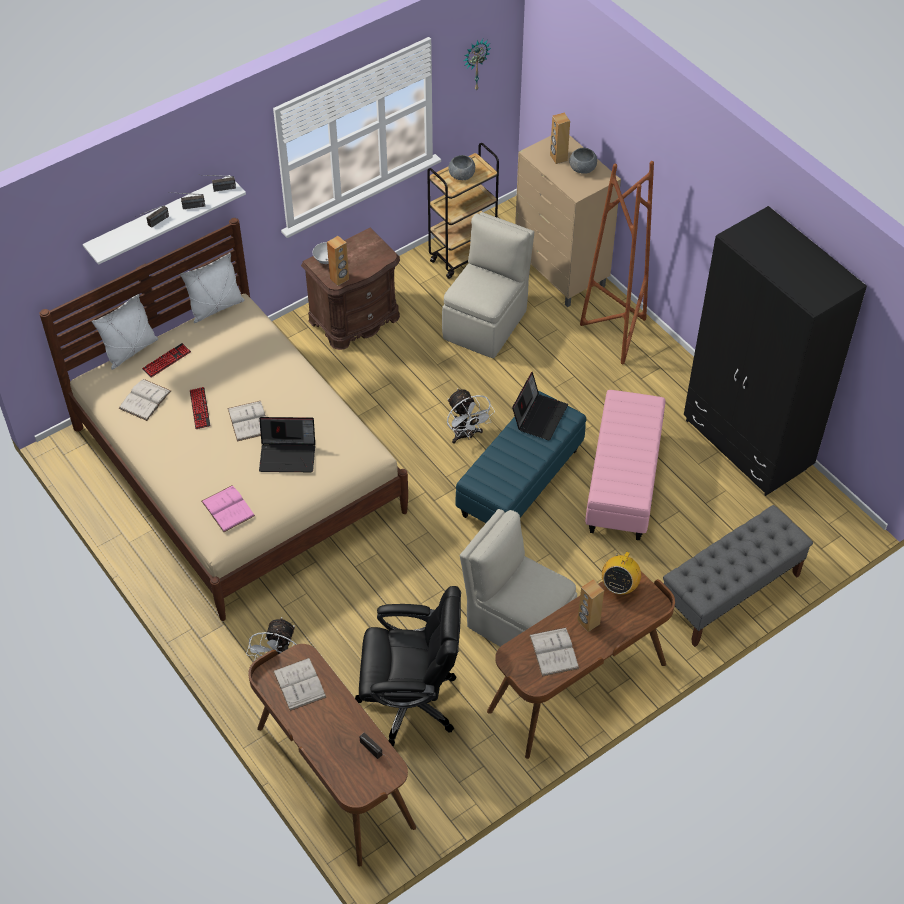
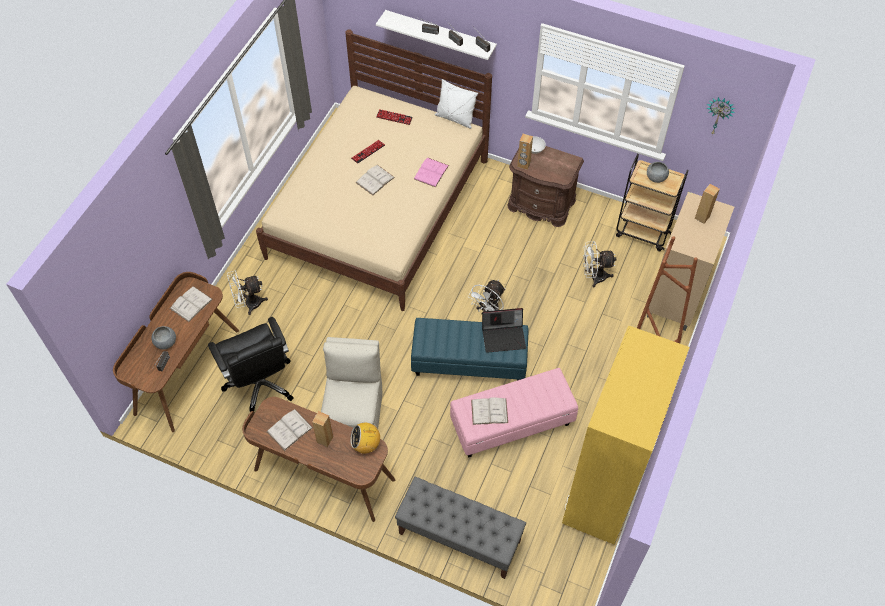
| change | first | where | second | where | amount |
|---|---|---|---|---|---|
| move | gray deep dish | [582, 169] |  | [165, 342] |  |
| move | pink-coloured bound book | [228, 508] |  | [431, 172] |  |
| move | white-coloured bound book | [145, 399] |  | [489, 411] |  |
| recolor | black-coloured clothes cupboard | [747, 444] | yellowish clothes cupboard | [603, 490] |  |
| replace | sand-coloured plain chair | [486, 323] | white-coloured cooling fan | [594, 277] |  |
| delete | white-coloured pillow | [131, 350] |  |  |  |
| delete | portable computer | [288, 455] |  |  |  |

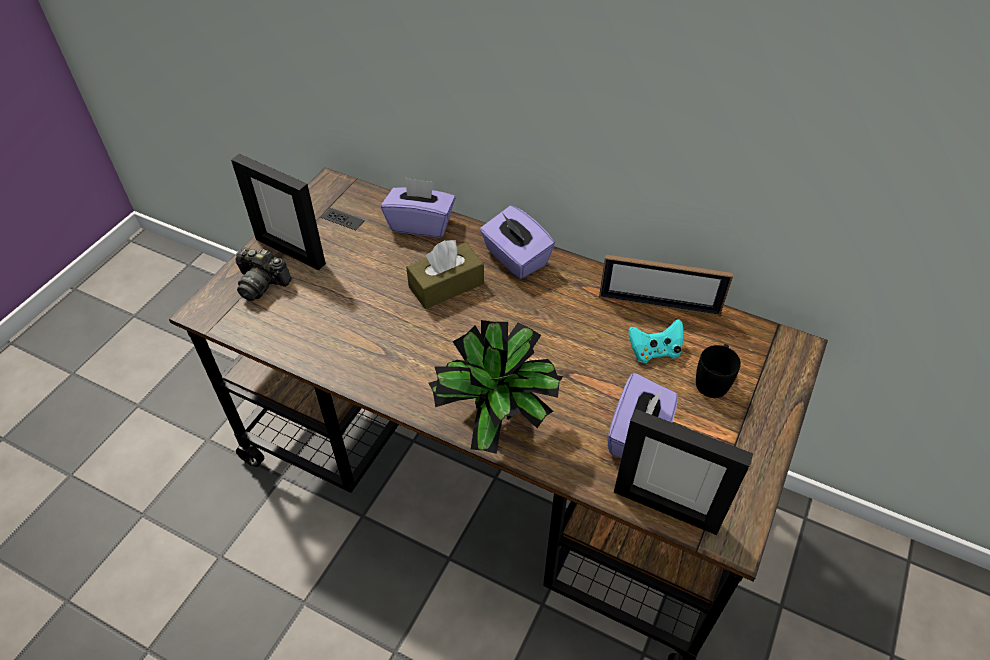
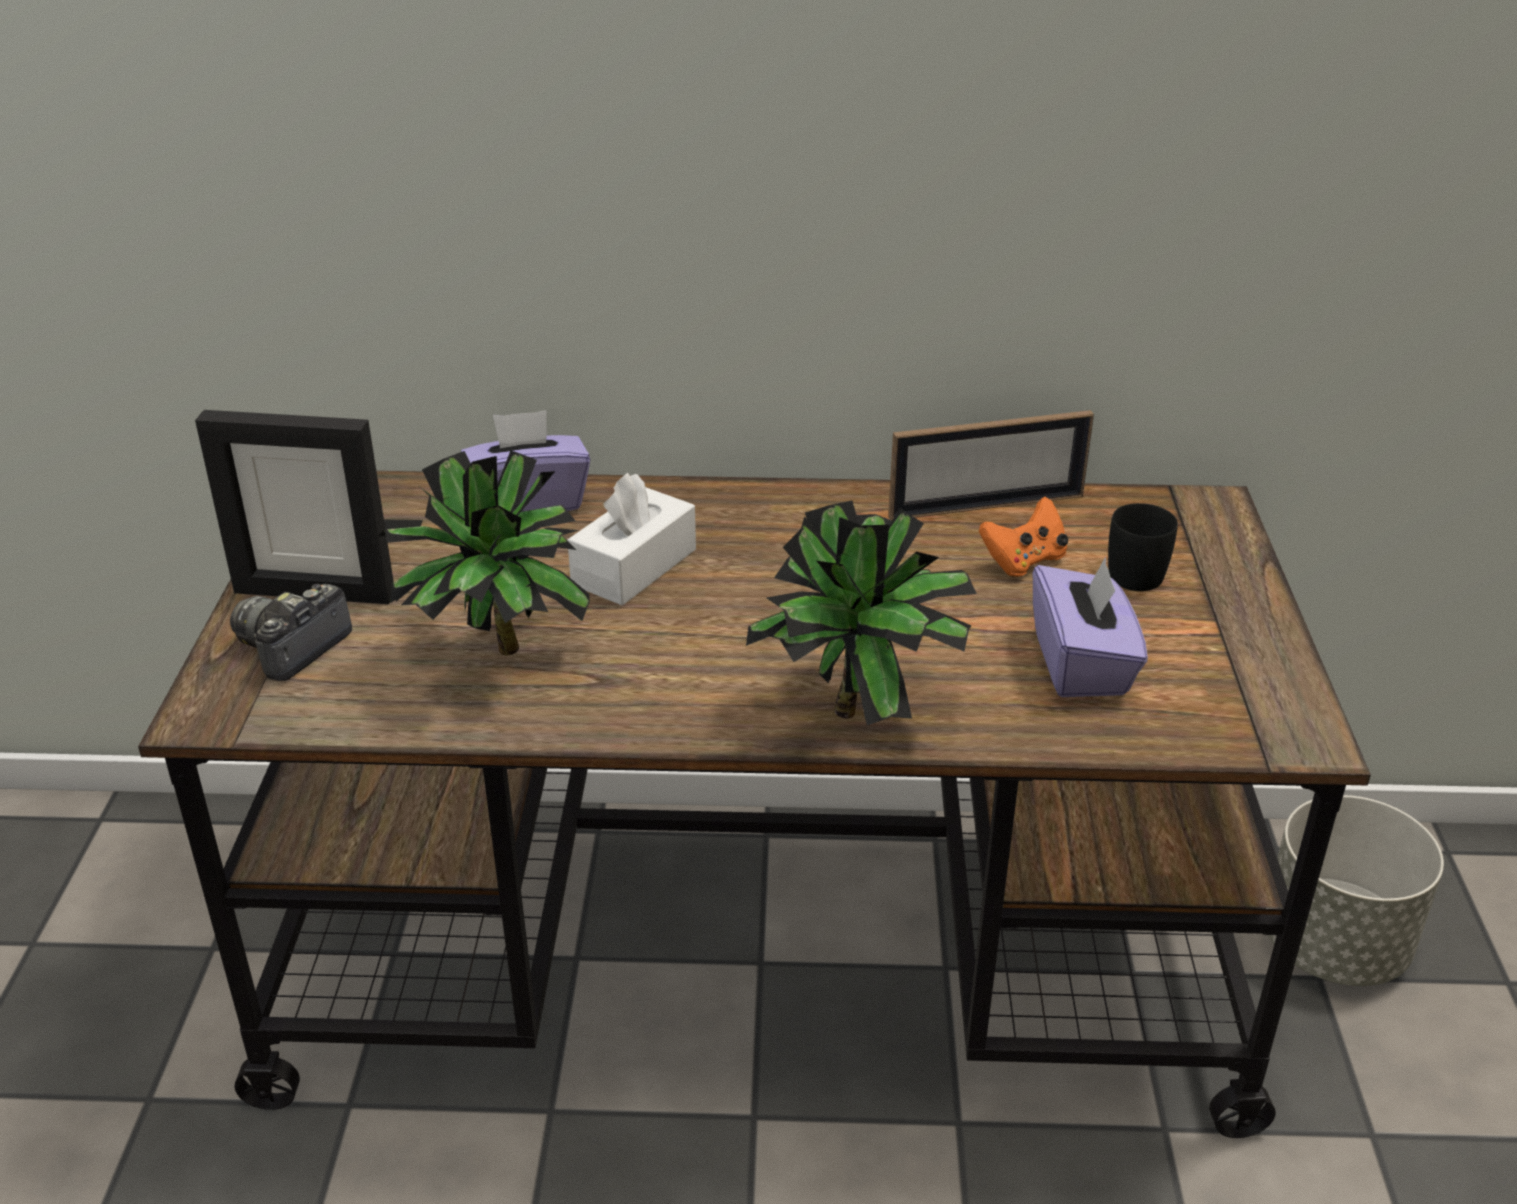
| change | first | where | second | where | amount |
|---|---|---|---|---|---|
| rotate | photo camera | [262, 283] |  | [292, 648] | 120 degrees clockwise |
| insert |  |  | houseplant | [497, 657] |  |
| recolor | brown-coloured tissue box | [446, 285] | white-coloured tissue box | [634, 567] |  |
| recolor | turquoise-coloured gamepad | [654, 351] | orange-coloured gamepad | [1024, 561] |  |
| insert |  |  | gray planter | [1334, 946] |  |
| delete | purple-coloured tissue box | [515, 258] |  |  |  |
| delete | standing frame | [667, 505] |  |  |  |

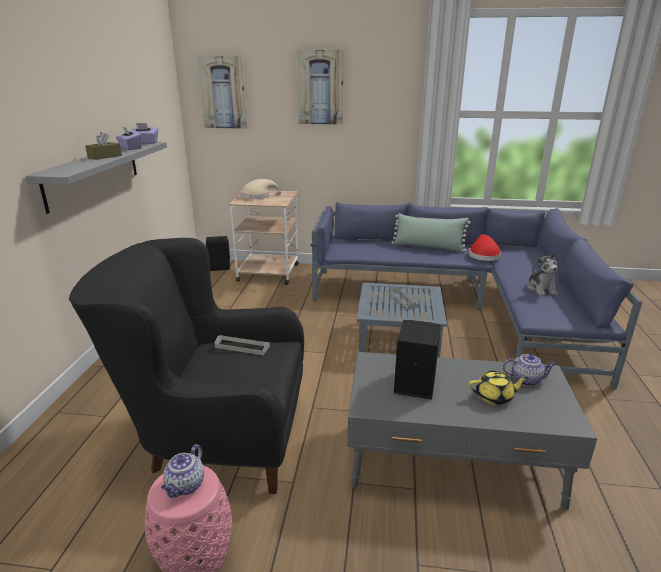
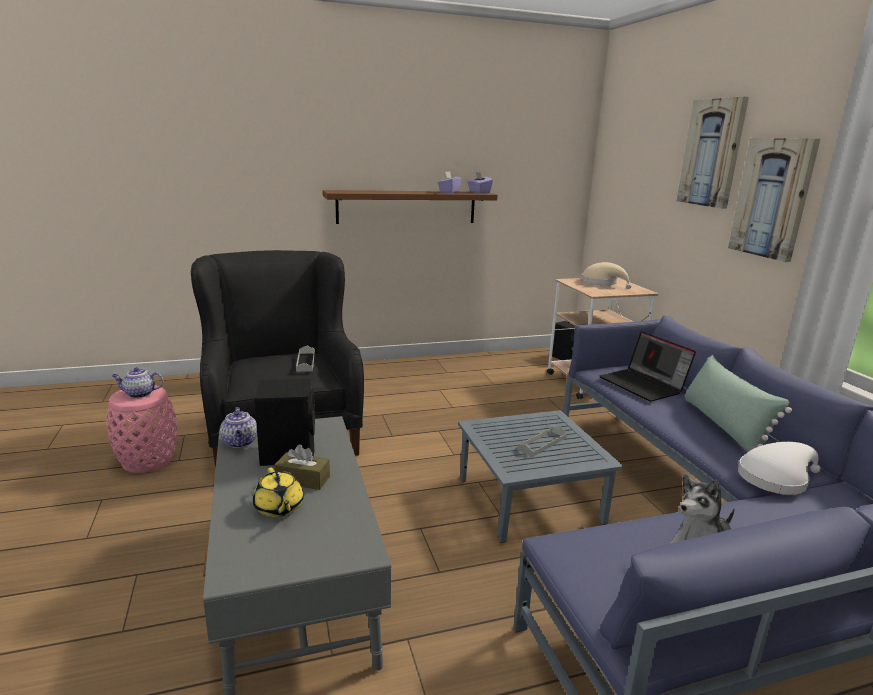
| change | first | where | second | where | amount |
|---|---|---|---|---|---|
| move | pot for tea | [526, 379] |  | [240, 442] |  |
| move | brown-coloured tissue box | [105, 157] |  | [303, 479] |  |
| recolor | gray bracket shelf | [94, 173] | brown-coloured bracket shelf | [407, 207] |  |
| insert |  |  | portable computer | [643, 385] |  |
| move | picture | [223, 93] |  | [772, 198] |  |
| recolor | red-coloured clothing hat | [483, 255] | white-coloured clothing hat | [775, 478] |  |

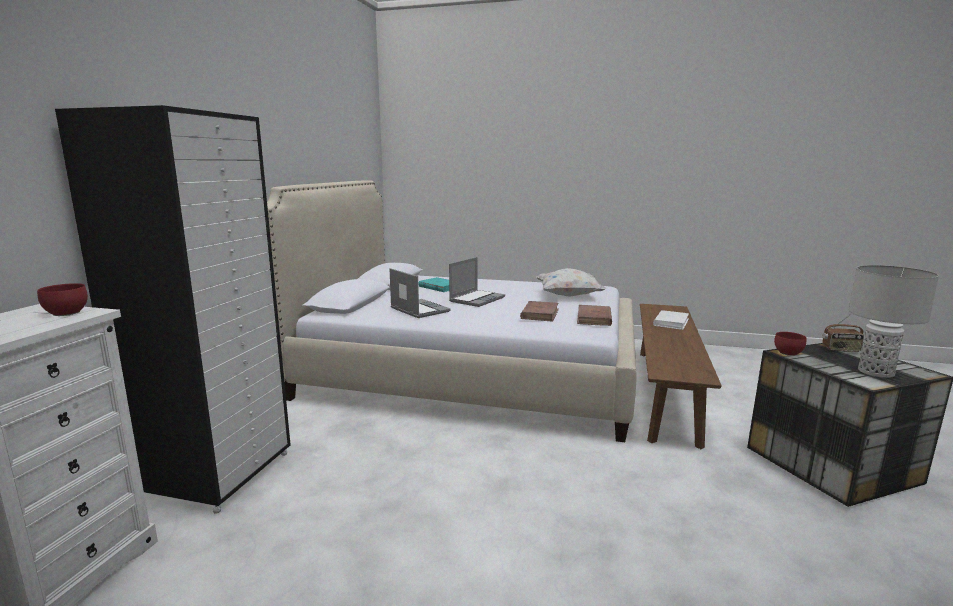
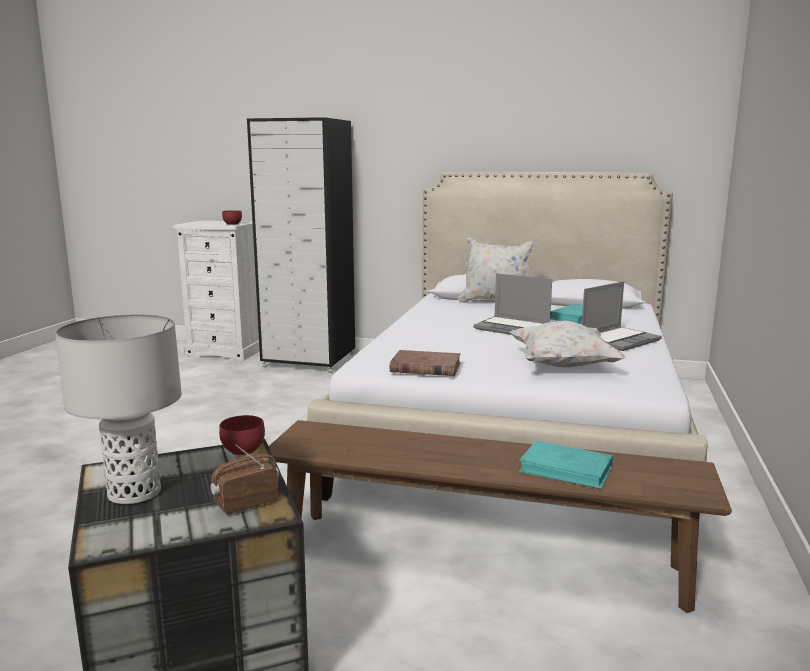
| change | first | where | second | where | amount |
|---|---|---|---|---|---|
| rotate | radio receiver | [841, 349] |  | [246, 503] | 45 degrees clockwise |
| insert |  |  | white-coloured pillow | [494, 304] |  |
| recolor | white-coloured bound book | [671, 322] | turquoise-coloured bound book | [566, 469] |  |
| move | portable computer | [418, 310] |  | [620, 340] |  |
| delete | brown-coloured bound book | [540, 314] |  |  |  |

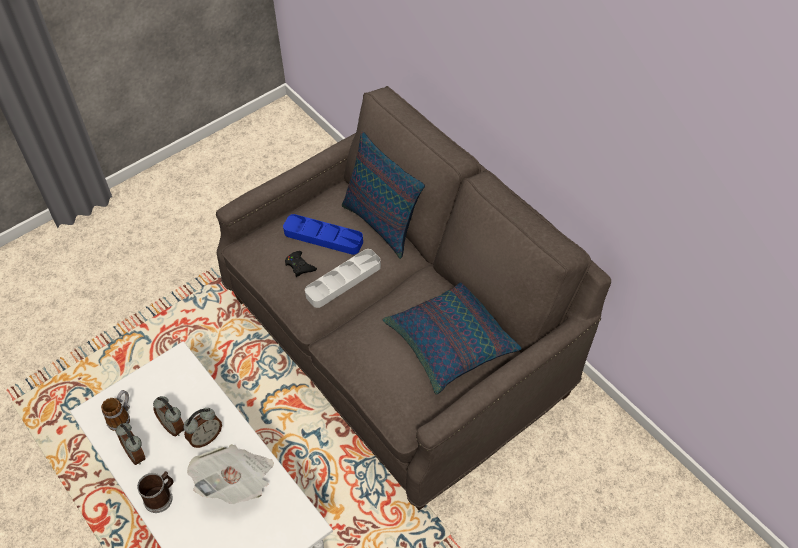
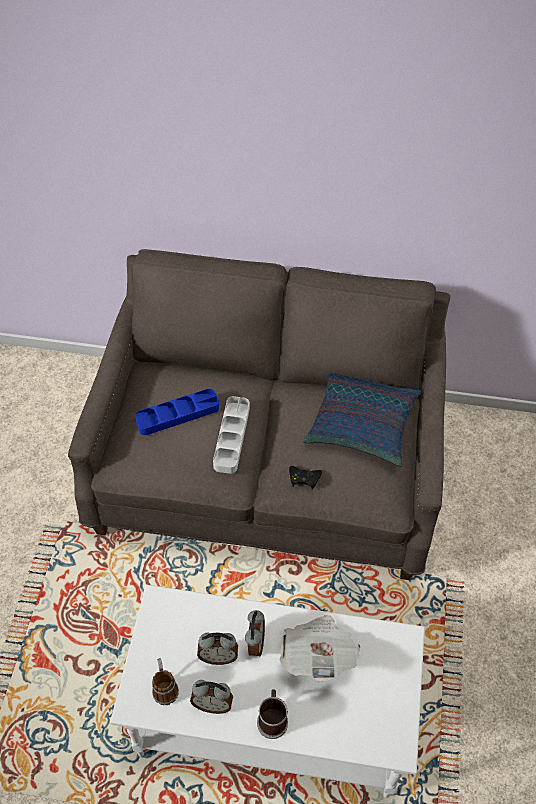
| change | first | where | second | where | amount |
|---|---|---|---|---|---|
| move | black-coloured gamepad | [299, 266] |  | [304, 478] |  |
| delete | blue-coloured pillow | [381, 225] |  |  |  |

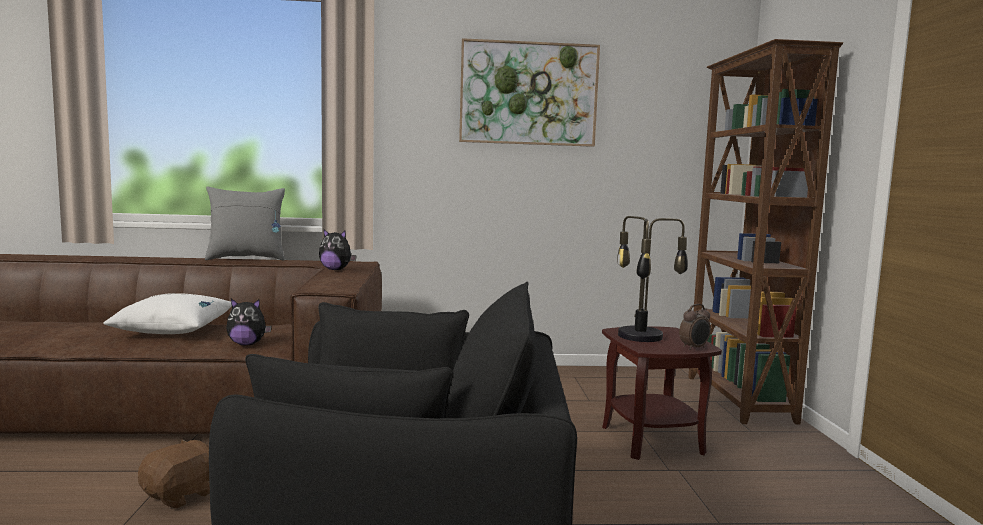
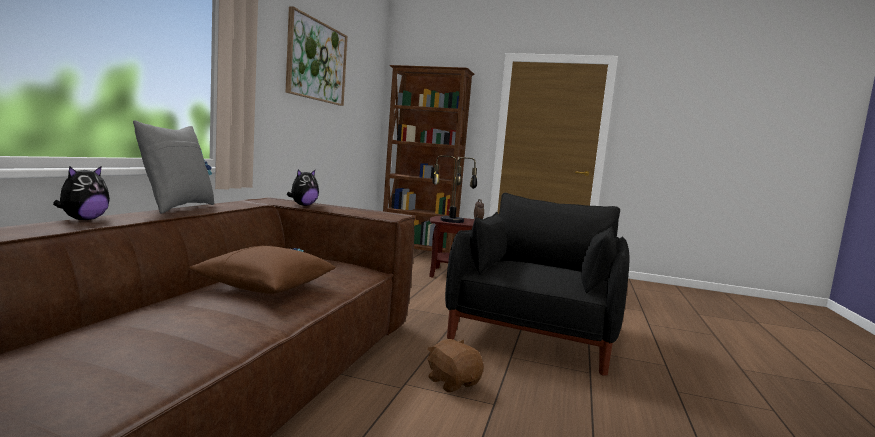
| change | first | where | second | where | amount |
|---|---|---|---|---|---|
| move | cuddly toy | [247, 344] |  | [83, 219] |  |
| recolor | white-coloured pillow | [173, 330] | brown-coloured pillow | [266, 286] |  |

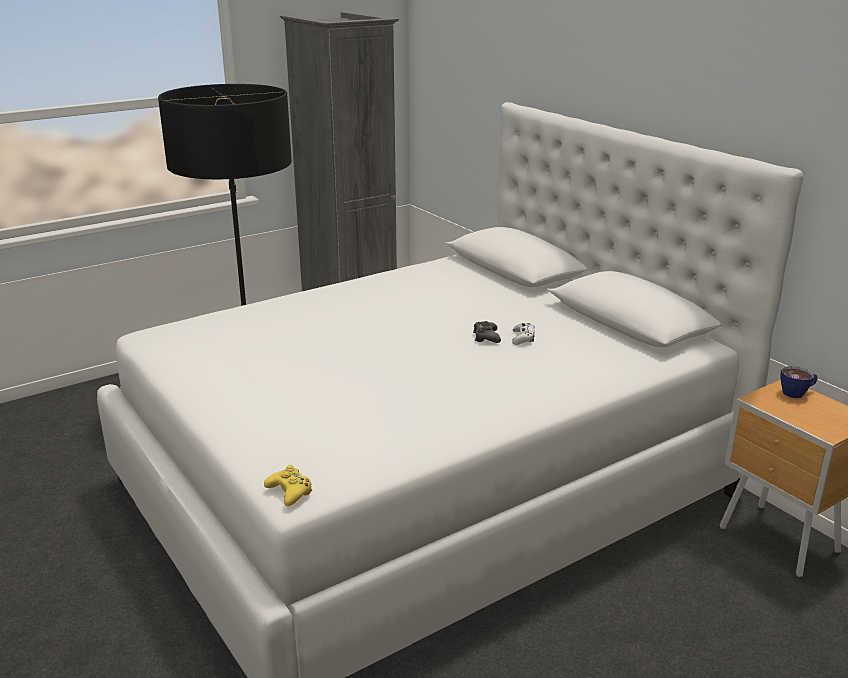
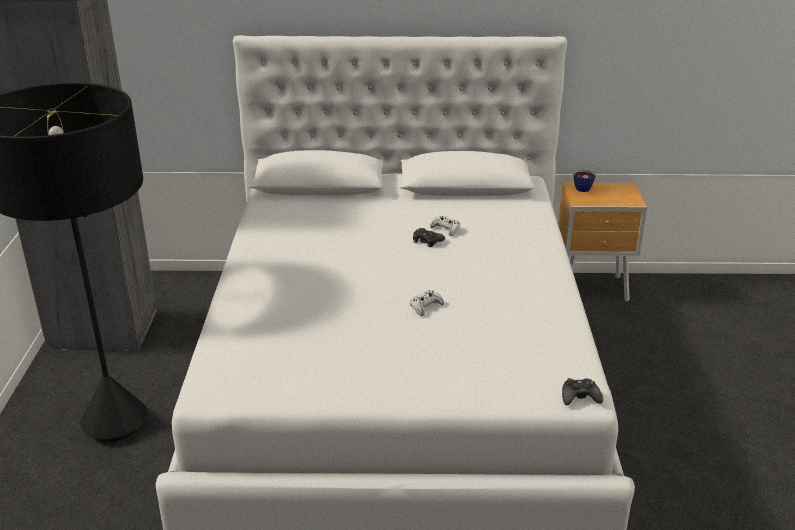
| change | first | where | second | where | amount |
|---|---|---|---|---|---|
| insert |  |  | white-coloured gamepad | [426, 306] |  |
| recolor | yellowish gamepad | [290, 492] | black-coloured gamepad | [580, 397] |  |

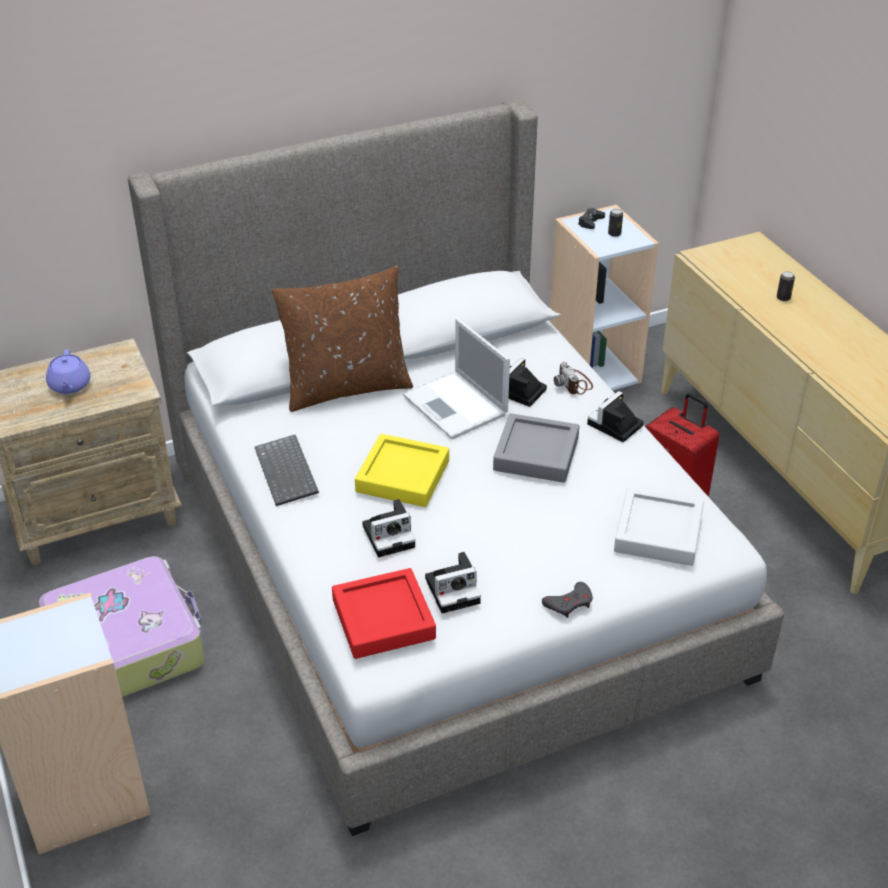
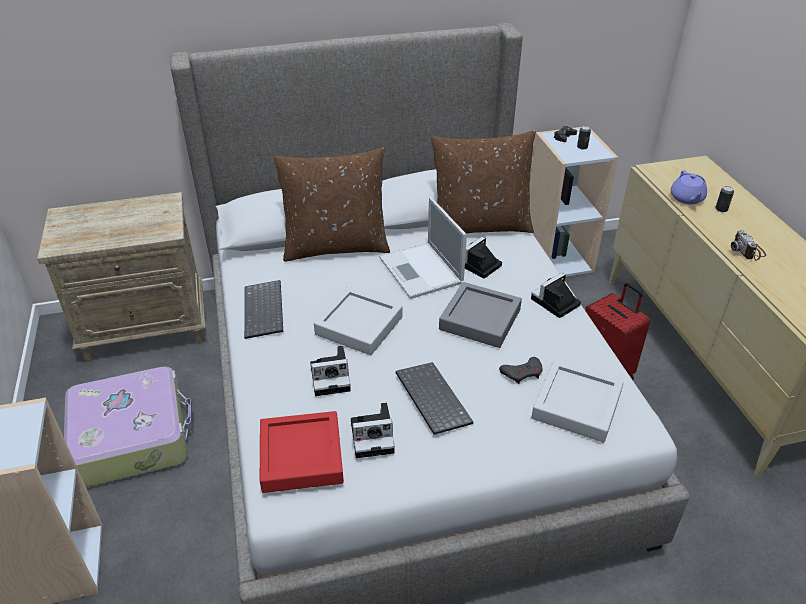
| change | first | where | second | where | amount |
|---|---|---|---|---|---|
| recolor | yellowish carrying tray | [402, 476] | gray carrying tray | [359, 326] |  |
| insert |  |  | keyboard | [430, 398] |  |
| insert |  |  | brown-coloured pillow | [480, 226] |  |
| move | gray gamepad | [569, 603] |  | [522, 373] |  |
| move | purple-coloured pot for tea | [70, 386] |  | [687, 199] |  |
| move | photo camera | [574, 384] |  | [747, 250] |  |

